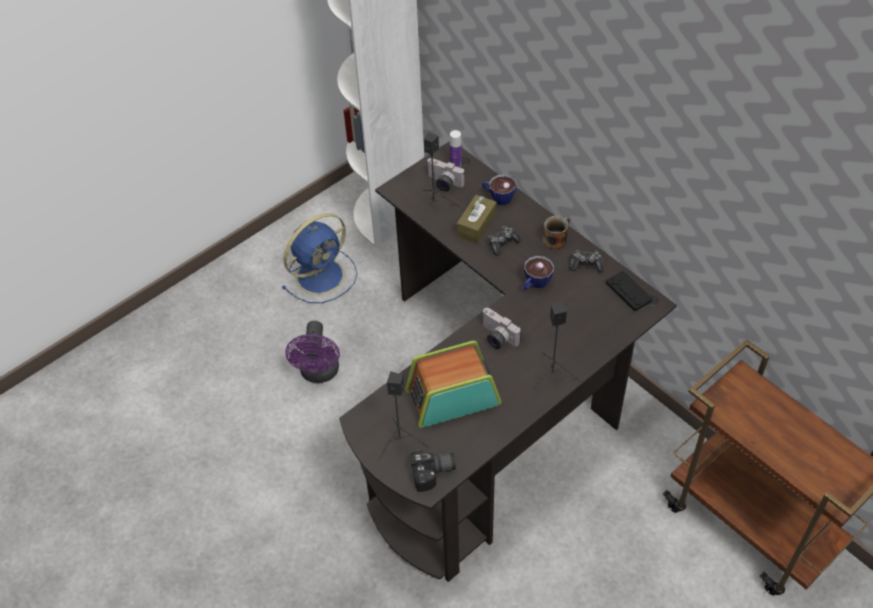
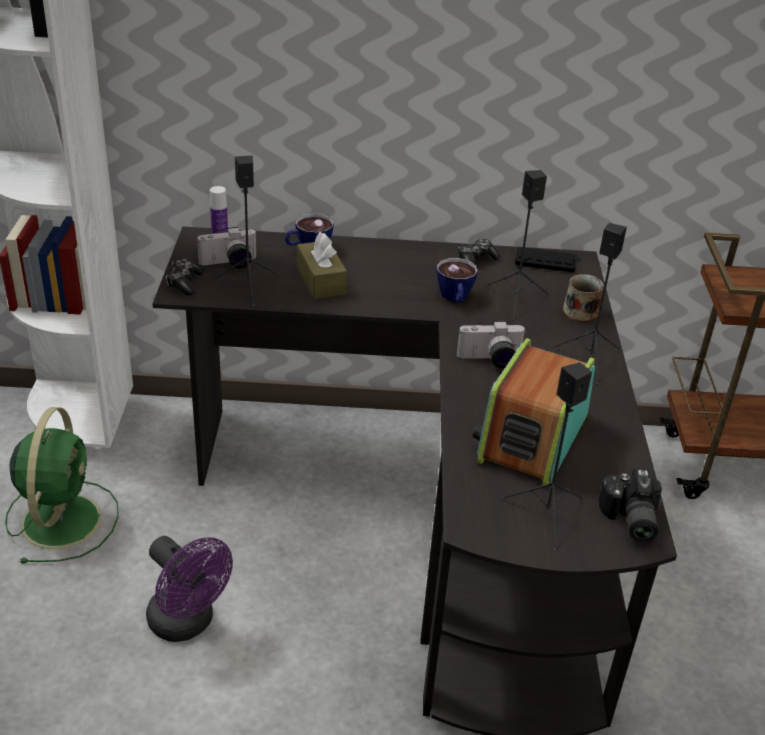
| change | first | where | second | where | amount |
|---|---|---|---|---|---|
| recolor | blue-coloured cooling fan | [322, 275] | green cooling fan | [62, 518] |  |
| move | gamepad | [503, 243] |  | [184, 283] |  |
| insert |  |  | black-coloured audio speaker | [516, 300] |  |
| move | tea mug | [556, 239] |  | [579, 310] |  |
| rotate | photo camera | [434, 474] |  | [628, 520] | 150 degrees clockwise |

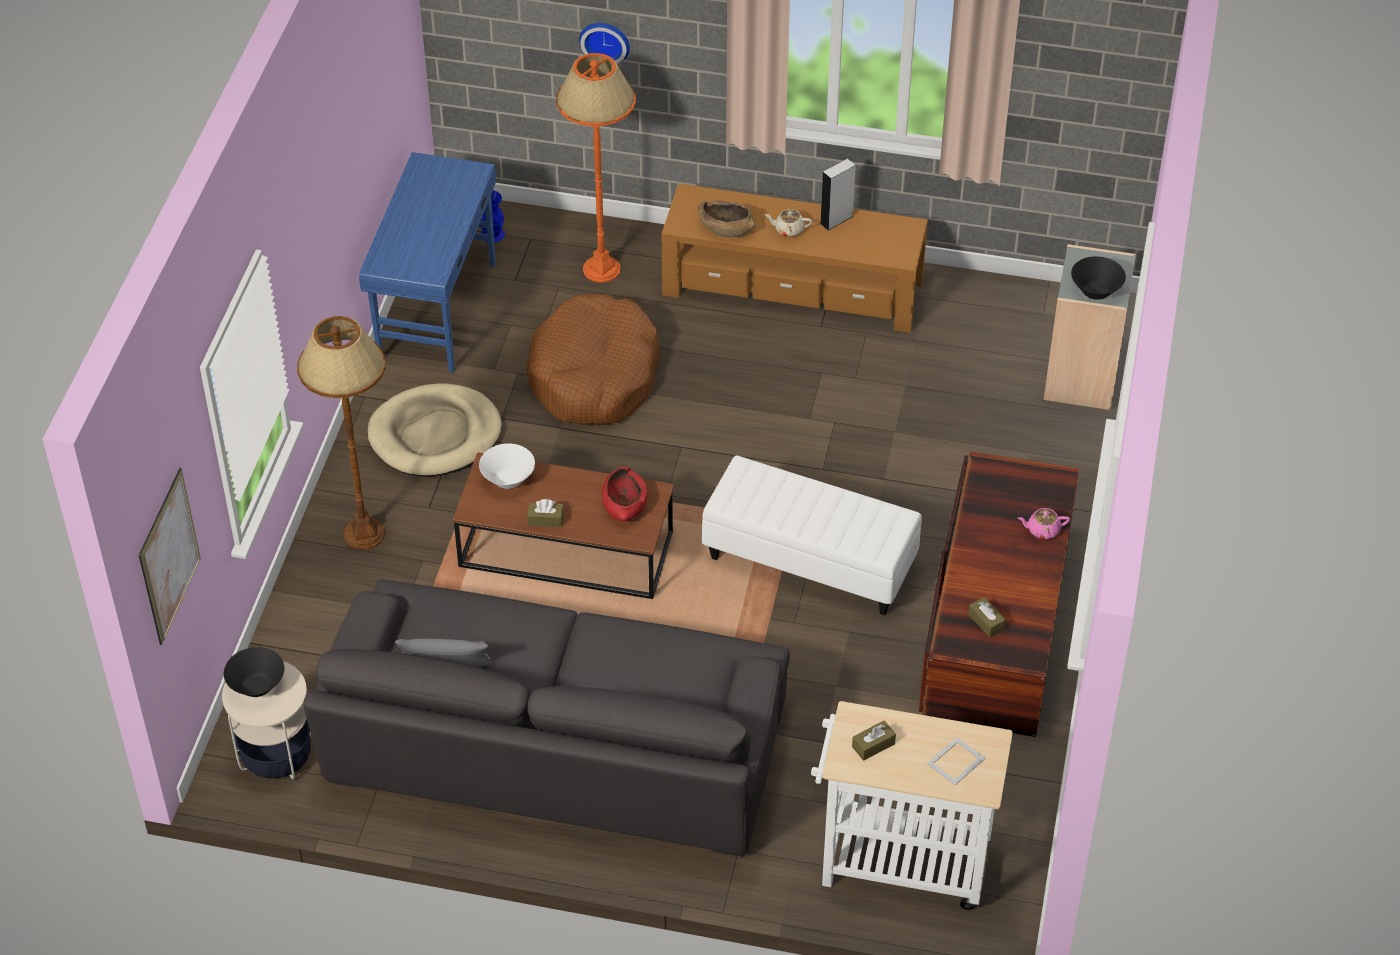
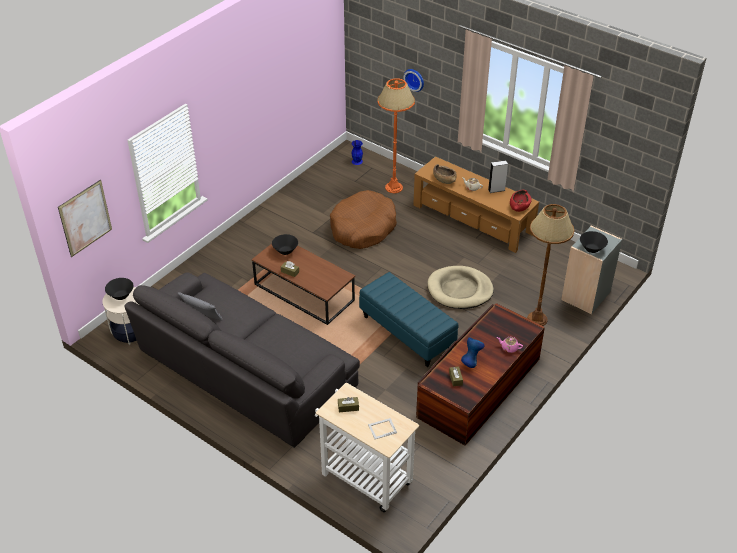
| change | first | where | second | where | amount |
|---|---|---|---|---|---|
| recolor | white-coloured deep dish | [508, 479] | black-coloured deep dish | [285, 251] |  |
| recolor | white-coloured footrest | [810, 562] | blue-coloured footrest | [407, 333] |  |
| move | sand-coloured pet bed | [435, 435] |  | [460, 290] |  |
| insert |  |  | blue-coloured vase | [471, 361] |  |
| move | red-coloured deep dish | [624, 504] |  | [519, 206] |  |
| move | brown-coloured standing lamp | [364, 533] |  | [537, 319] |  |
| delete | blue-coloured narrow table | [437, 311] |  |  |  |

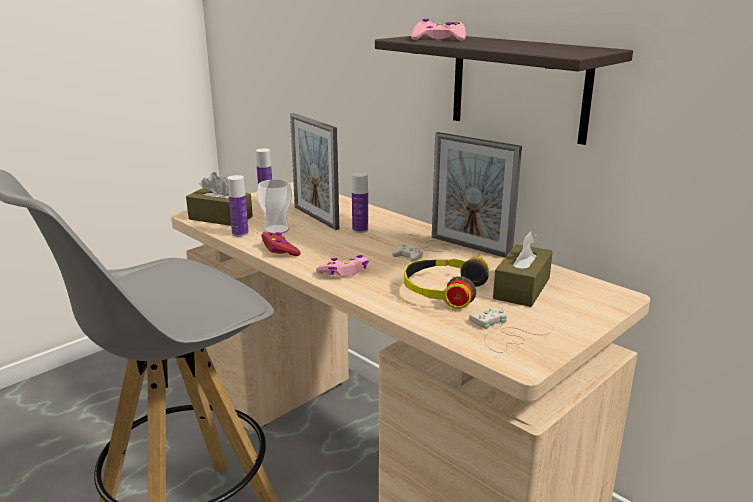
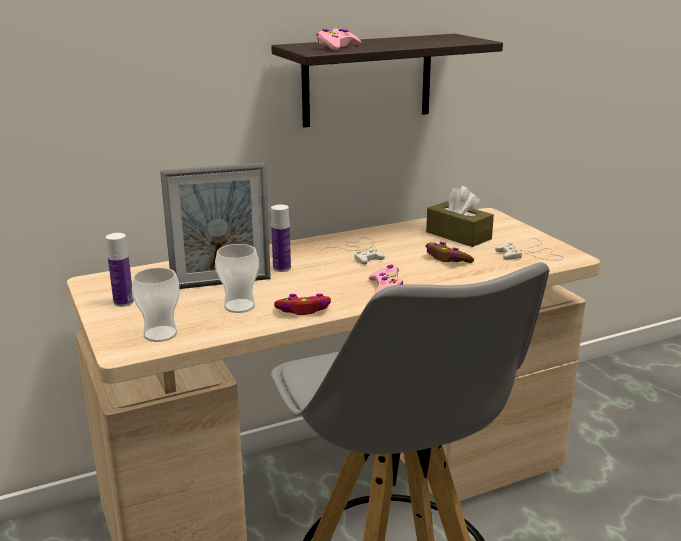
| change | first | where | second | where | amount |
|---|---|---|---|---|---|
| replace | brown-coloured tissue box | [220, 218] | small cup | [160, 334] |  |
| replace | headset | [443, 290] | brown-coloured gamepad | [447, 259] |  |
| delete | drink bottle | [240, 234] |  |  |  |
| delete | standing frame | [470, 247] |  |  |  |

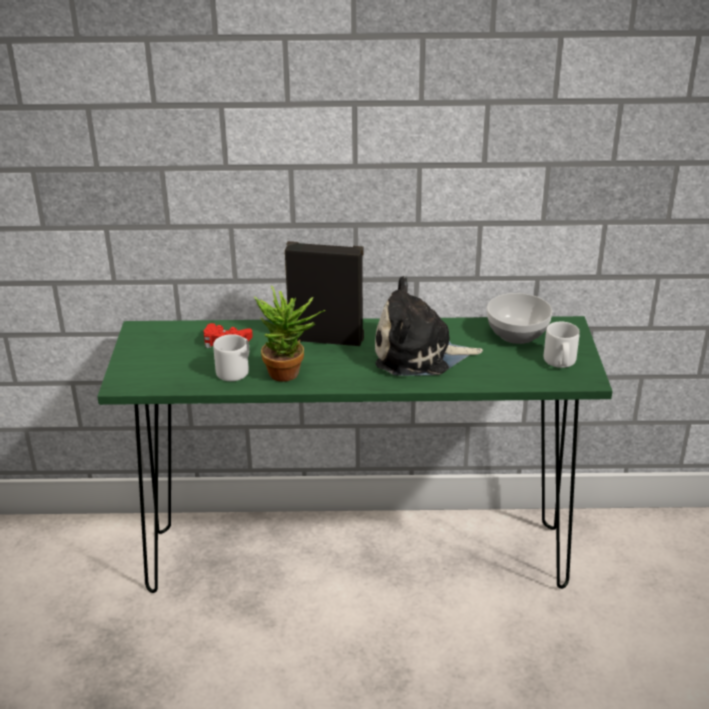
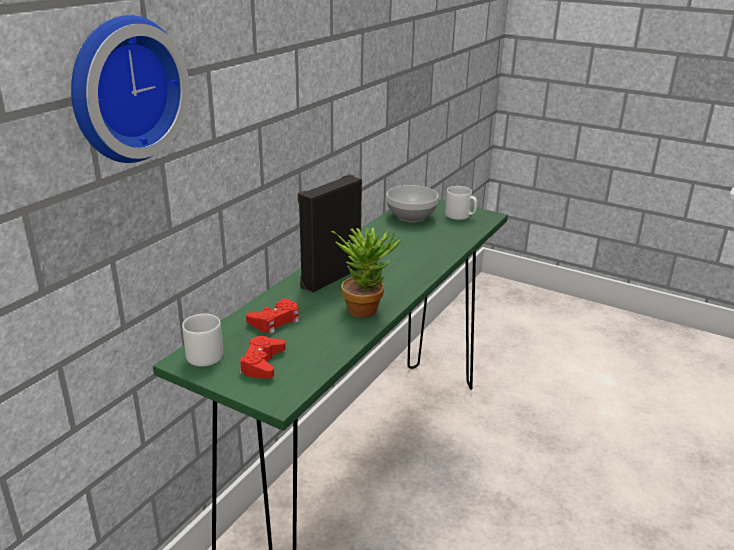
| change | first | where | second | where | amount |
|---|---|---|---|---|---|
| insert |  |  | wall clock | [123, 89] |  |
| move | white-coloured tea mug | [235, 370] |  | [203, 354] |  |
| insert |  |  | red-coloured gamepad | [262, 363] |  |
| delete | cuddly toy | [419, 354] |  |  |  |

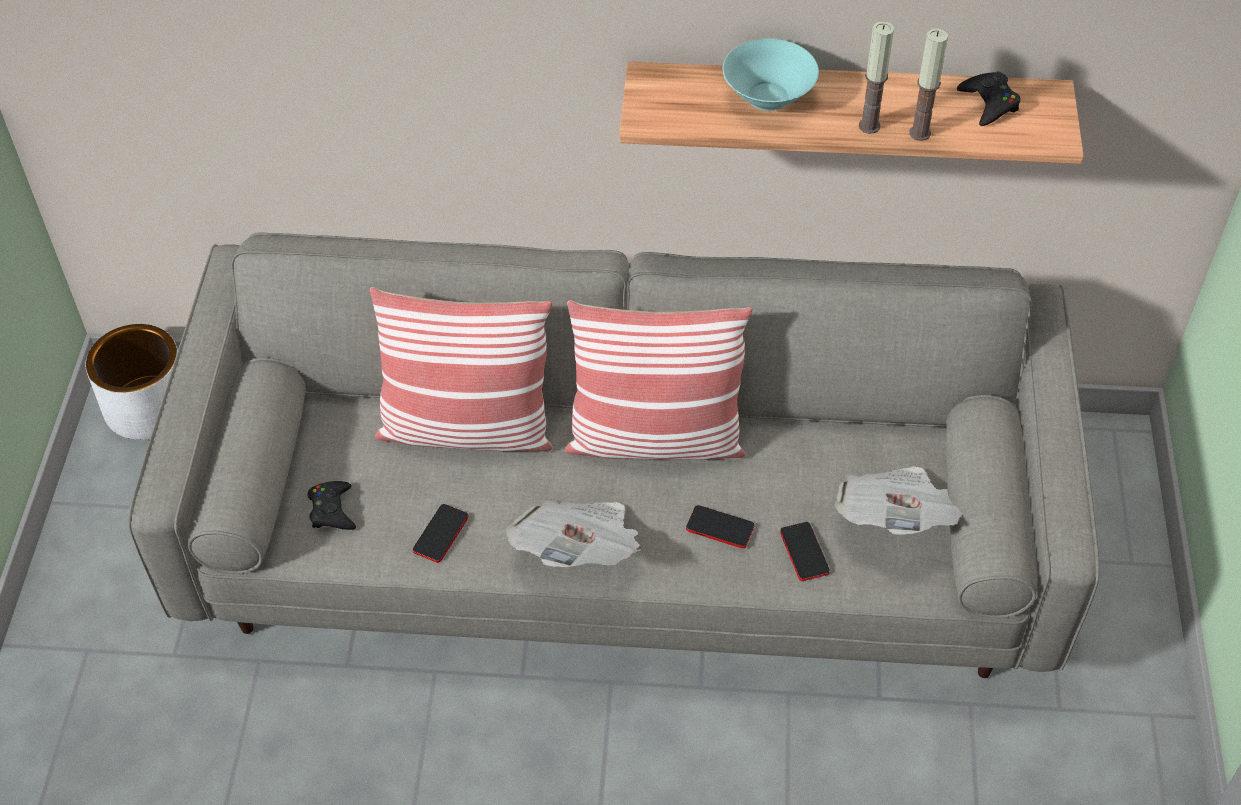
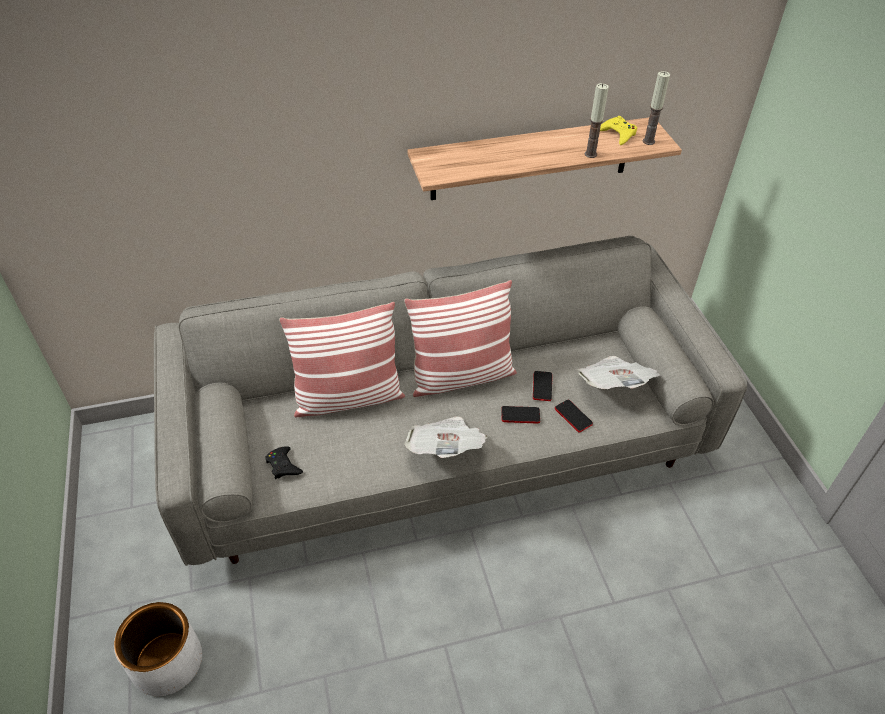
| change | first | where | second | where | amount |
|---|---|---|---|---|---|
| move | white-coloured planter | [150, 407] |  | [168, 661] |  |
| move | phone | [441, 534] |  | [542, 386] |  |
| recolor | black-coloured gamepad | [989, 103] | yellowish gamepad | [618, 134] |  |
| move | candle | [869, 126] |  | [648, 141] |  |
| delete | turquoise-coloured deep dish | [769, 96] |  |  |  |

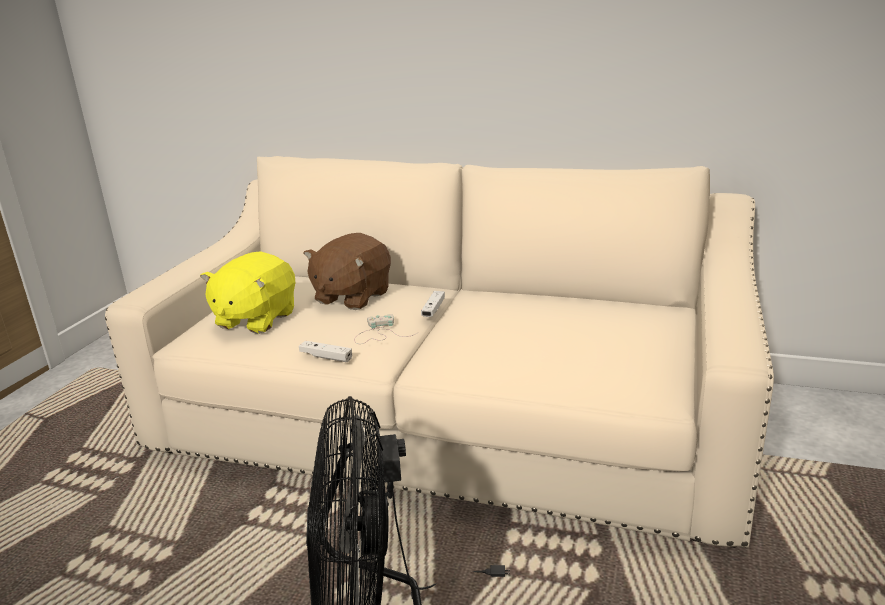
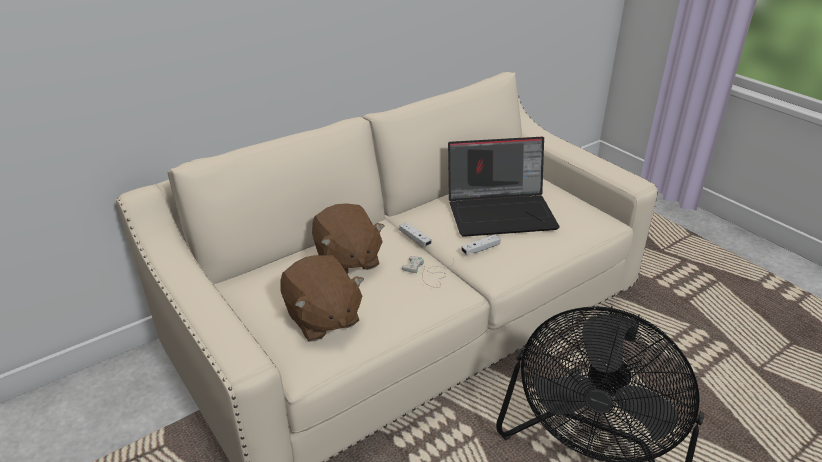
| change | first | where | second | where | amount |
|---|---|---|---|---|---|
| recolor | yellowish cuddly toy | [255, 319] | brown-coloured cuddly toy | [322, 318] |  |
| insert |  |  | portable computer | [502, 212] |  |
| move | white-coloured gamepad | [326, 357] |  | [480, 249] |  |

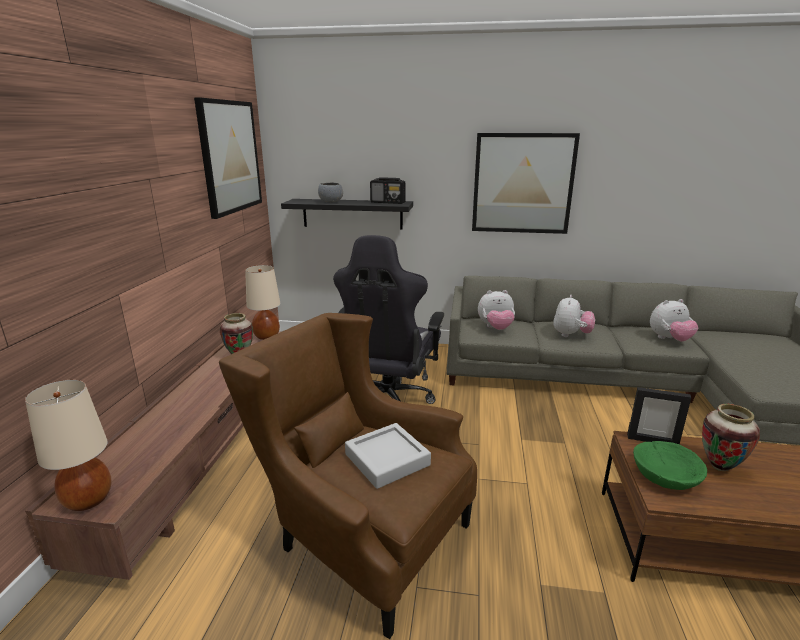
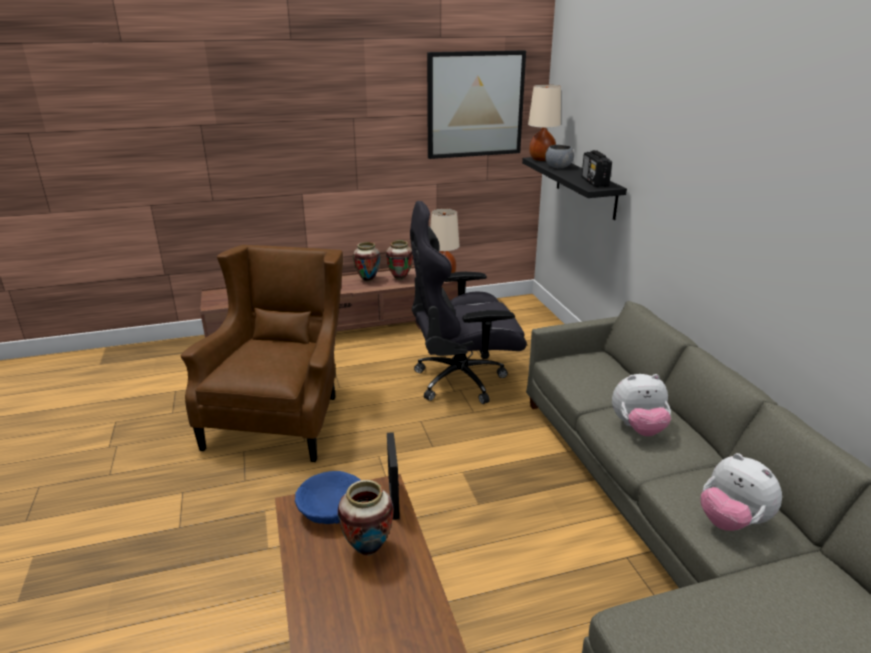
| change | first | where | second | where | amount |
|---|---|---|---|---|---|
| recolor | green deep dish | [665, 476] | blue-coloured deep dish | [331, 508] |  |
| insert |  |  | vase | [368, 280] |  |
| move | sand-coloured lamp for a table | [87, 500] |  | [541, 159] |  |
| delete | gray carrying tray | [387, 459] |  |  |  |
| delete | picture | [522, 183] |  |  |  |
| delete | cuddly toy | [495, 328] |  |  |  |

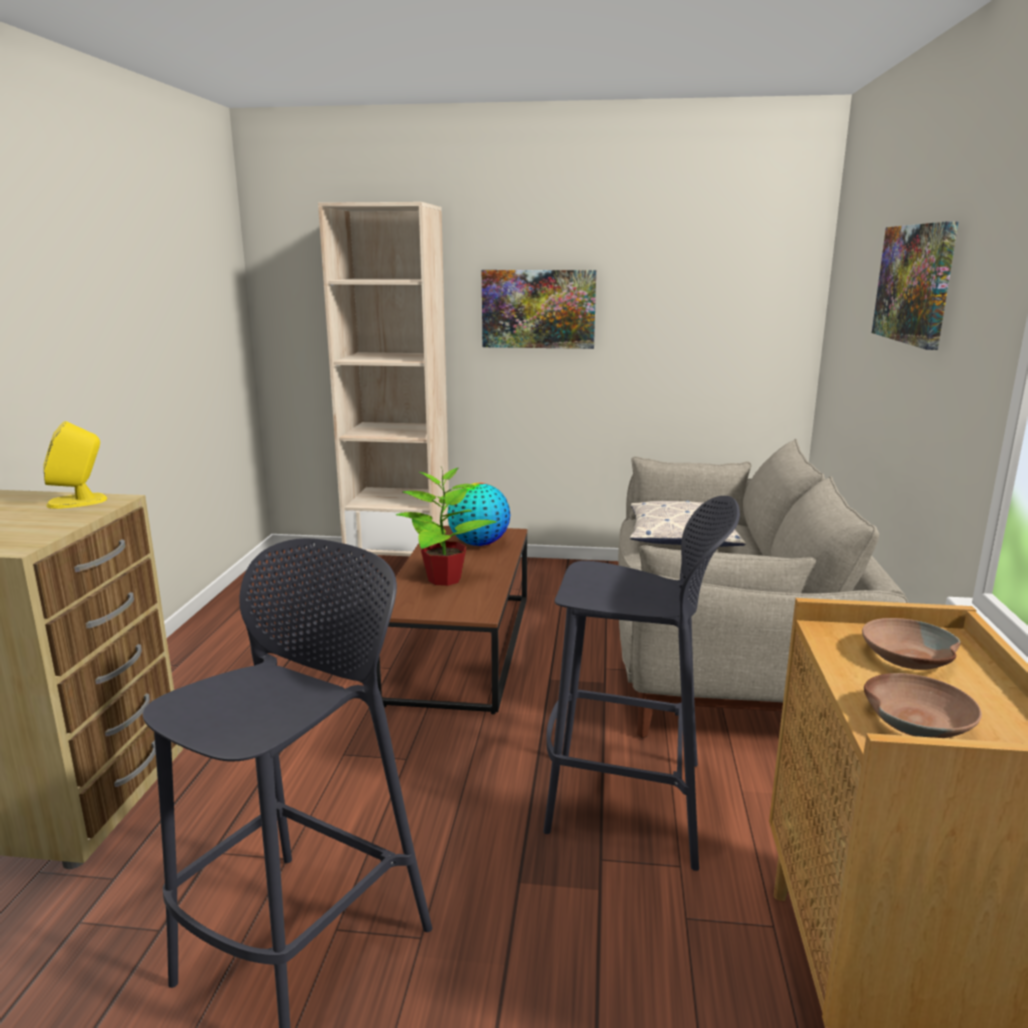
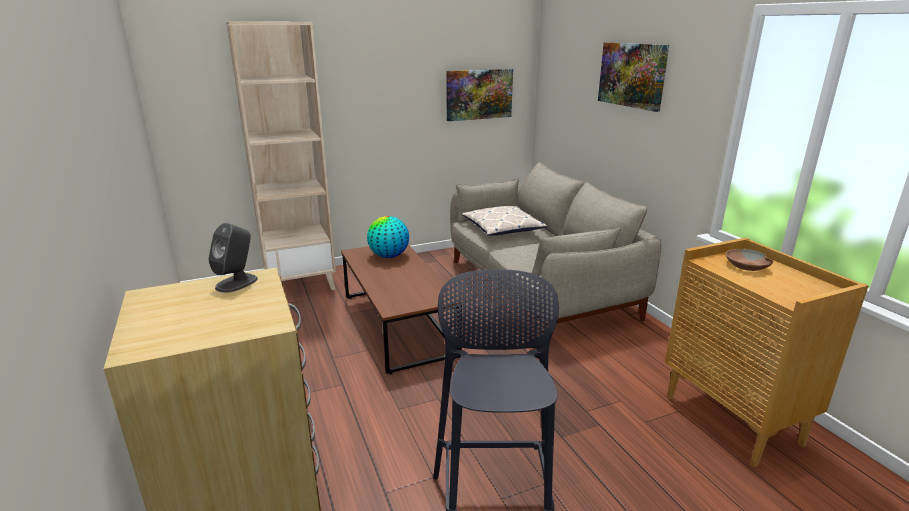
| change | first | where | second | where | amount |
|---|---|---|---|---|---|
| recolor | yellowish audio speaker | [78, 501] | gray audio speaker | [237, 283] |  |
| move | picture | [538, 309] |  | [479, 94] |  |
| delete | houseplant | [443, 579] |  |  |  |
| delete | gray stool seat | [630, 804] |  |  |  |
| delete | brown-coloured deep dish | [917, 720] |  |  |  |

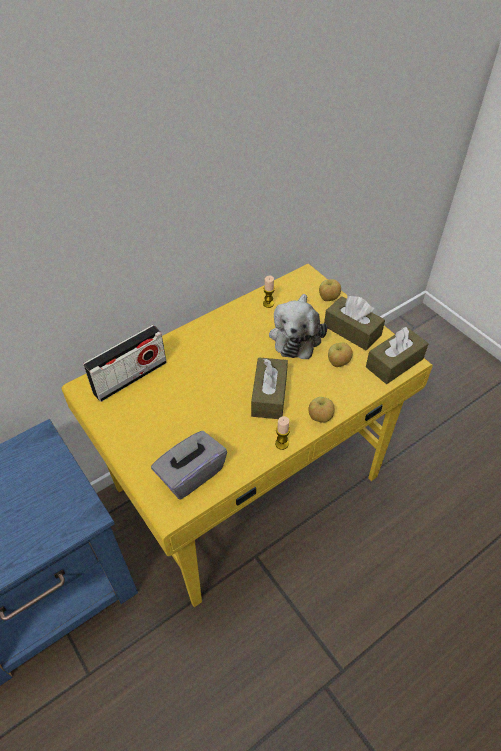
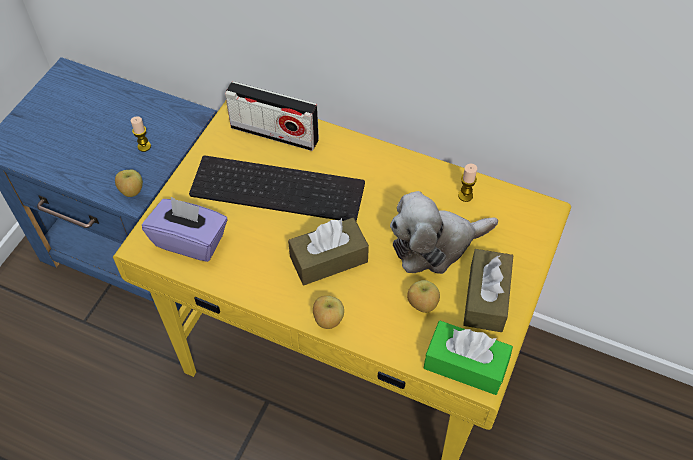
| change | first | where | second | where | amount |
|---|---|---|---|---|---|
| move | whole apple | [328, 298] |  | [132, 192] |  |
| move | candle | [281, 443] |  | [144, 146] |  |
| recolor | gray tissue box | [191, 474] | purple-coloured tissue box | [190, 240] |  |
| insert |  |  | keyboard | [280, 187] |  |
| recolor | brown-coloured tissue box | [394, 363] | green tissue box | [465, 364] |  |

